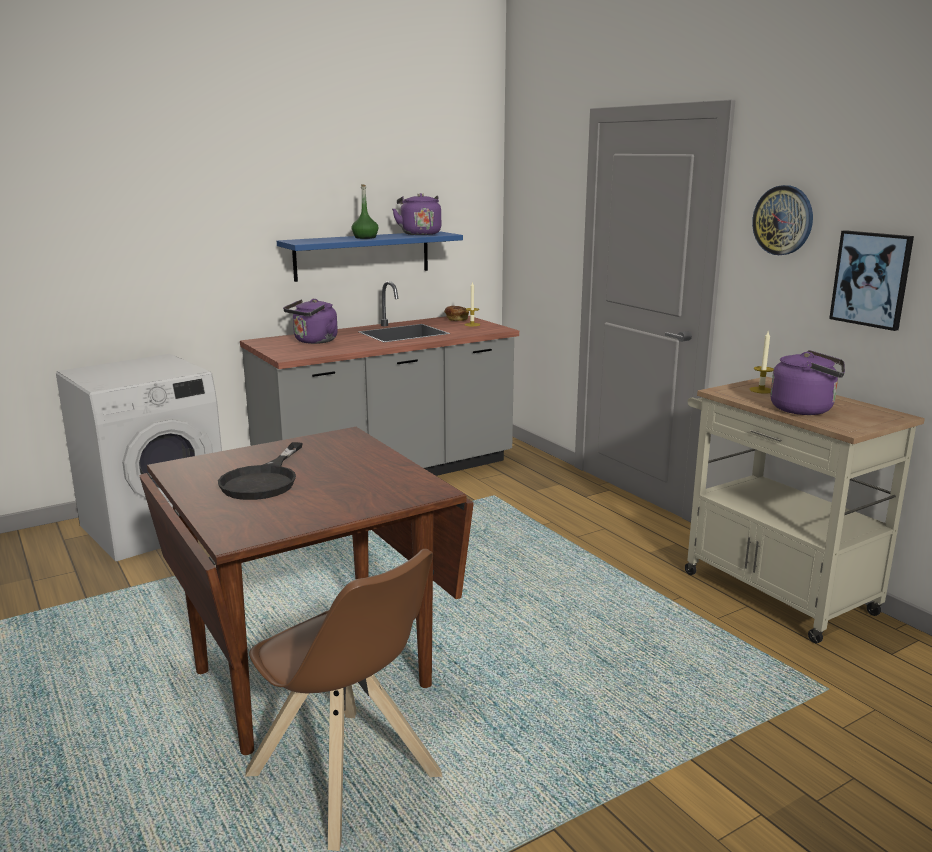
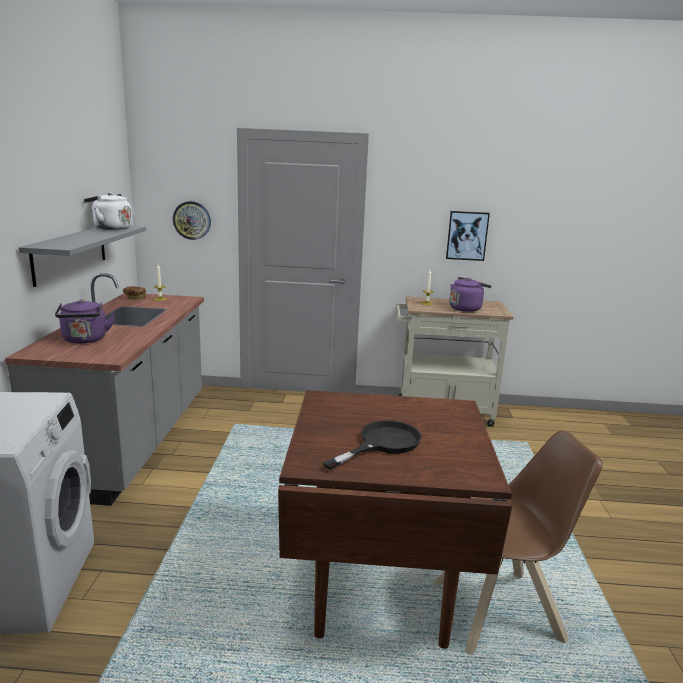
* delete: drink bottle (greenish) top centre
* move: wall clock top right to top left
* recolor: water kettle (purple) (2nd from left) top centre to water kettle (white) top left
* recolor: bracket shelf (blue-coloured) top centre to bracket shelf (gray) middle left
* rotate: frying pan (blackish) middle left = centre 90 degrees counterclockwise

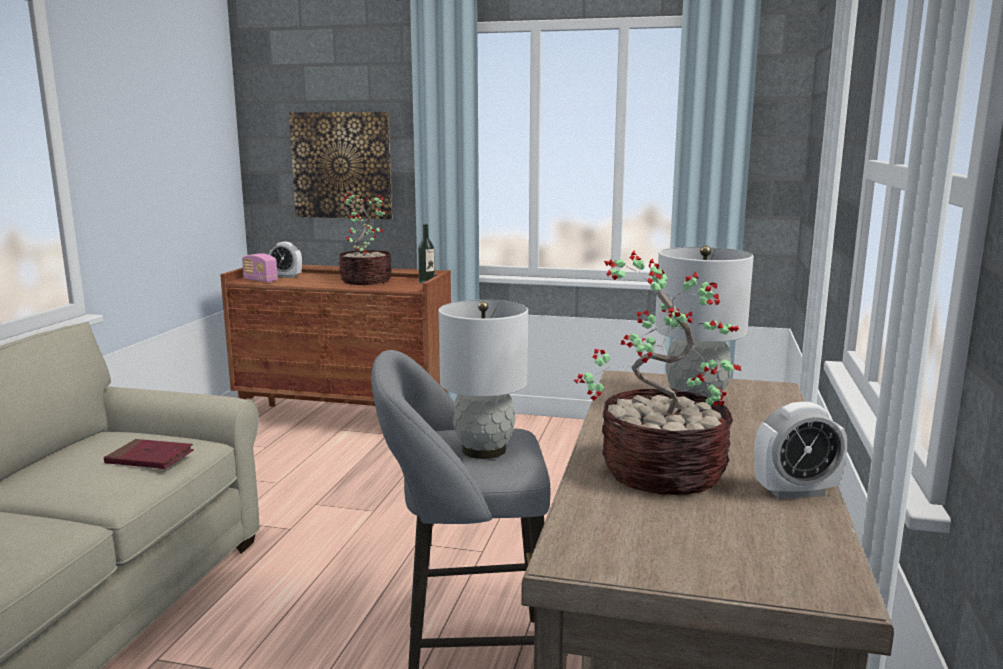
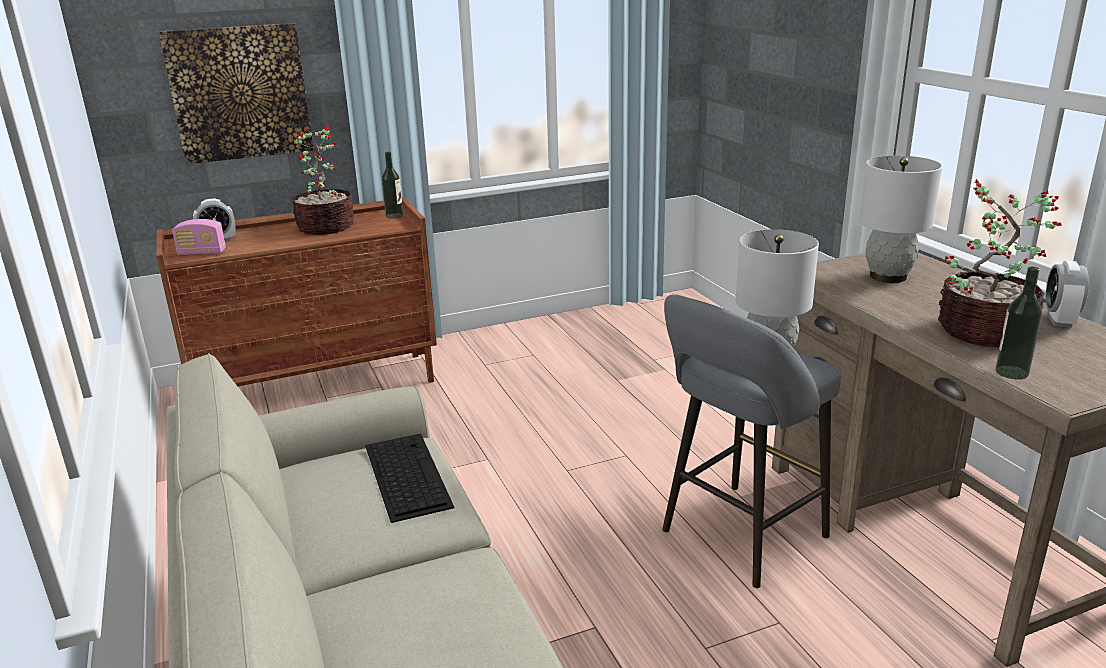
* rotate: alarm clock (2nd from left) bottom right = middle right 150 degrees clockwise
* replace: volume (red) bottom left to keyboard bottom centre
* insert: drink bottle (2nd from left) middle right

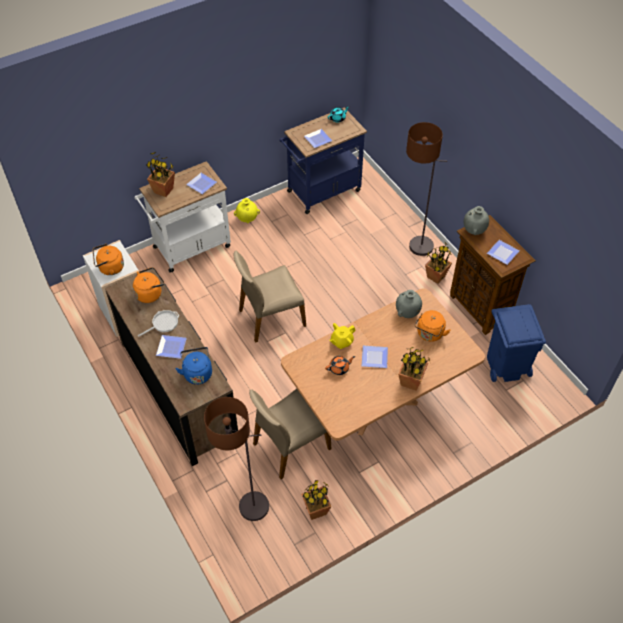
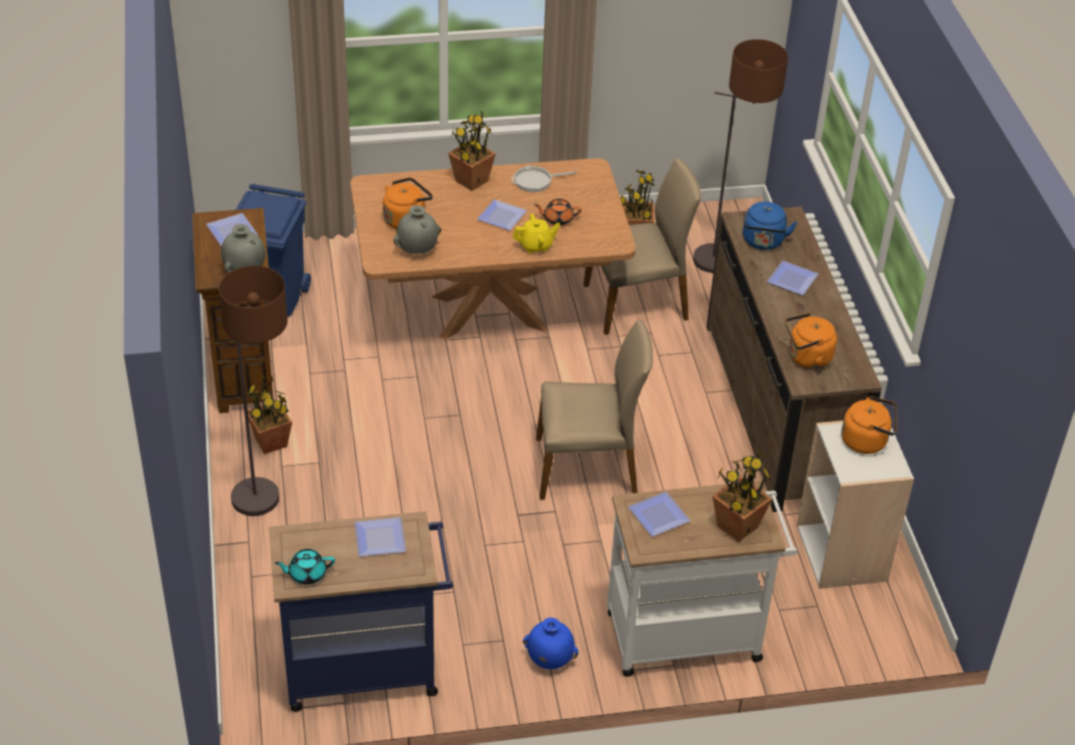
* recolor: vase (yellowish) centre to vase (blue-coloured) bottom centre
* move: frying pan middle left to top centre

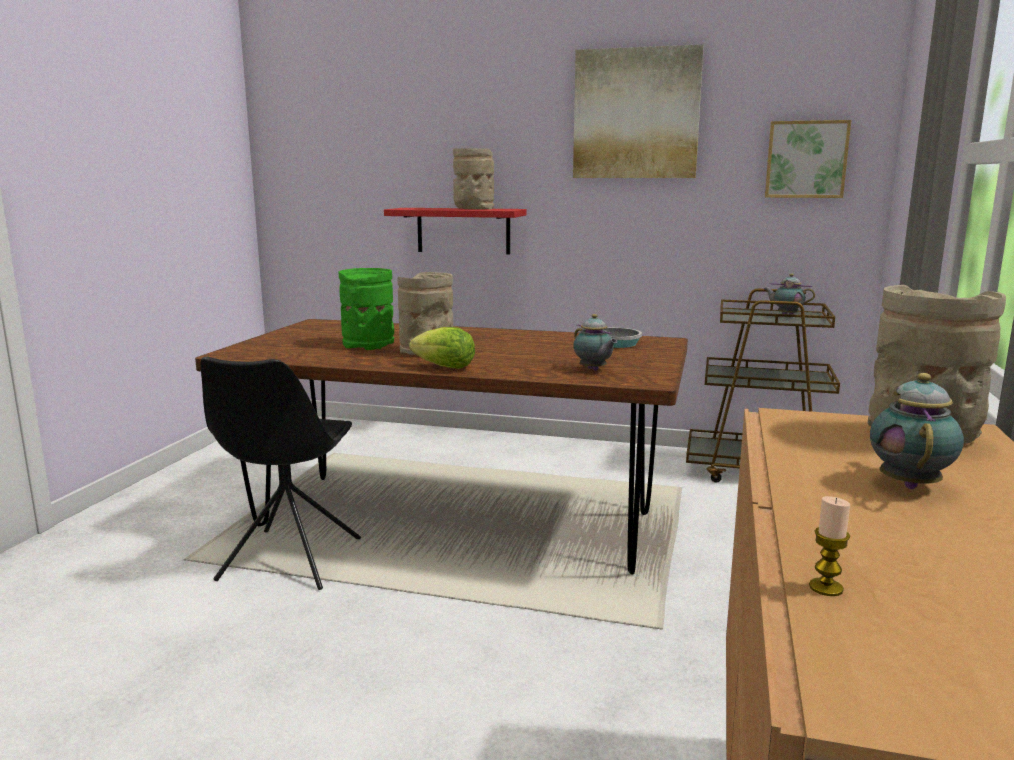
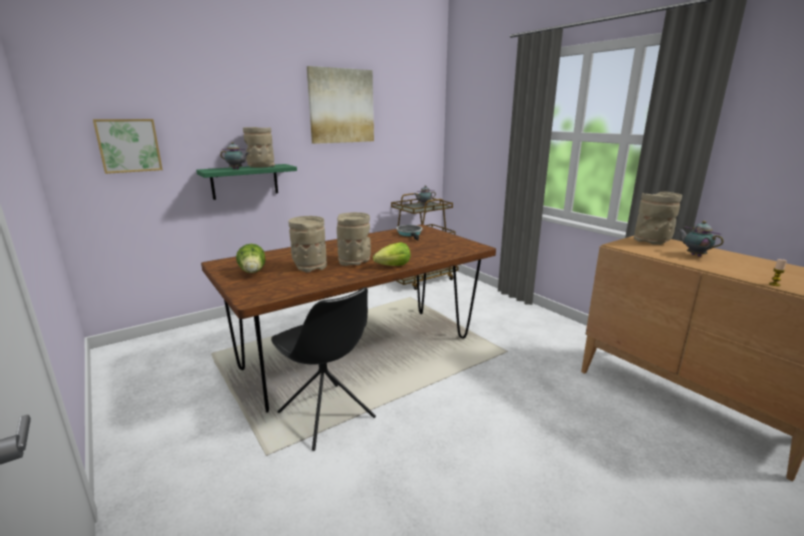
* move: wall art (2nd from left in the first image) top right to wall art (1st from left) top left
* recolor: bracket shelf (red) top centre to bracket shelf (greenish) middle left
* recolor: vase (greenish) centre to vase (beige) (2nd from left) centre
* move: tea pot (1st from left) centre to top left
* insert: lettuce (1st from left) middle left

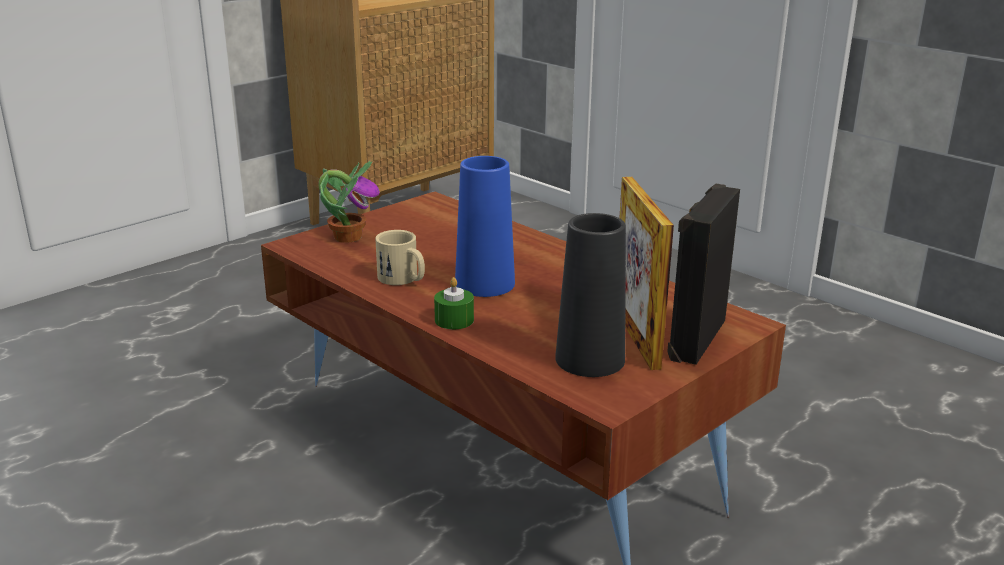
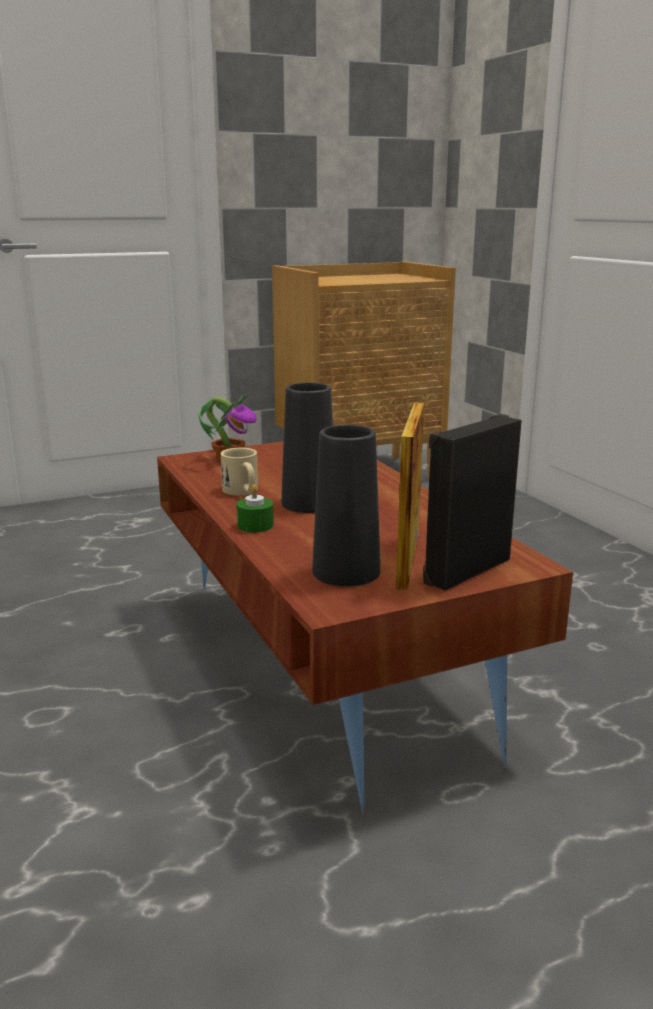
* recolor: vase (blue-coloured) centre to vase (blackish) (1st from left) centre

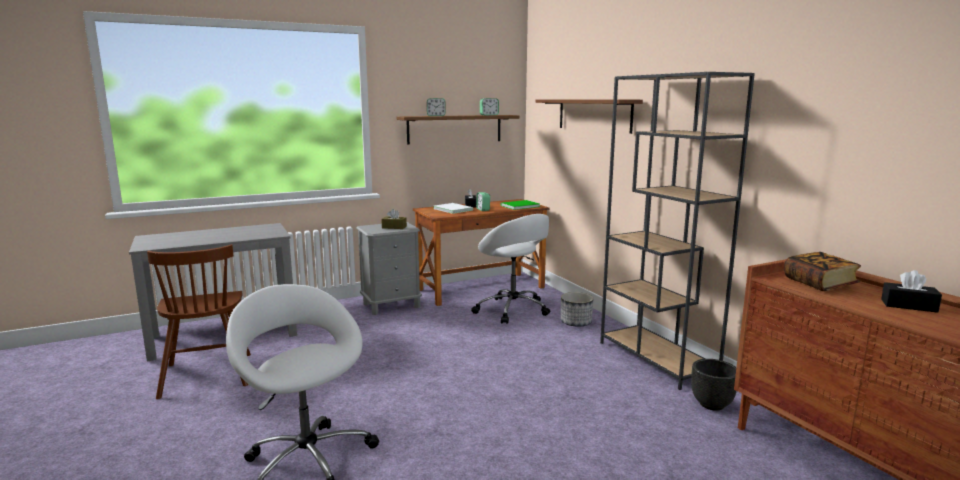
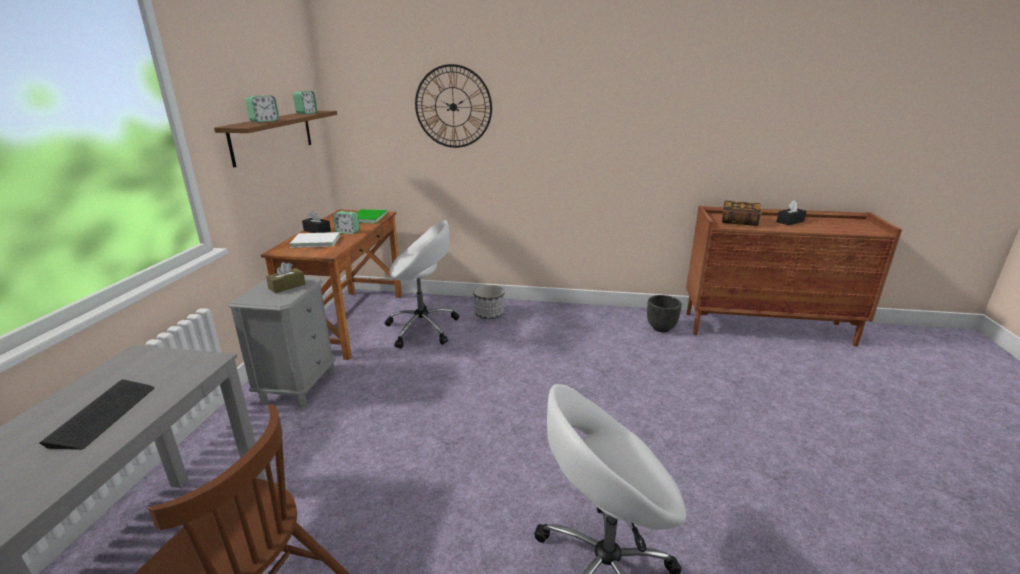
* delete: bookshelf middle right
* replace: bracket shelf (brown-coloured) (2nd from left) top centre to wall clock top centre
* insert: keyboard bottom left

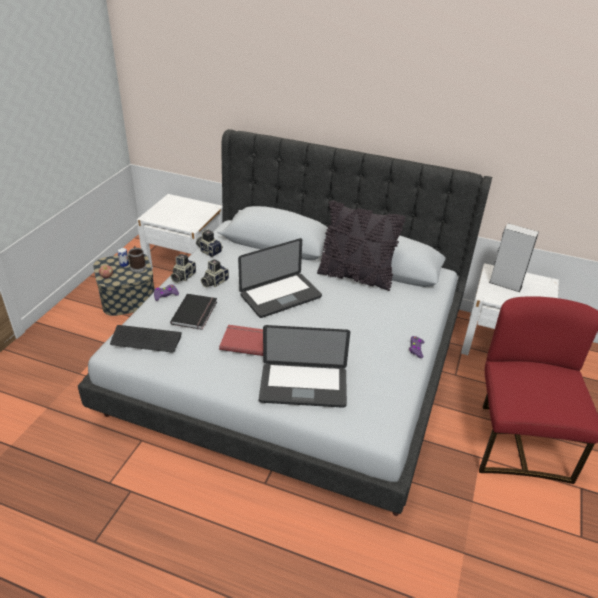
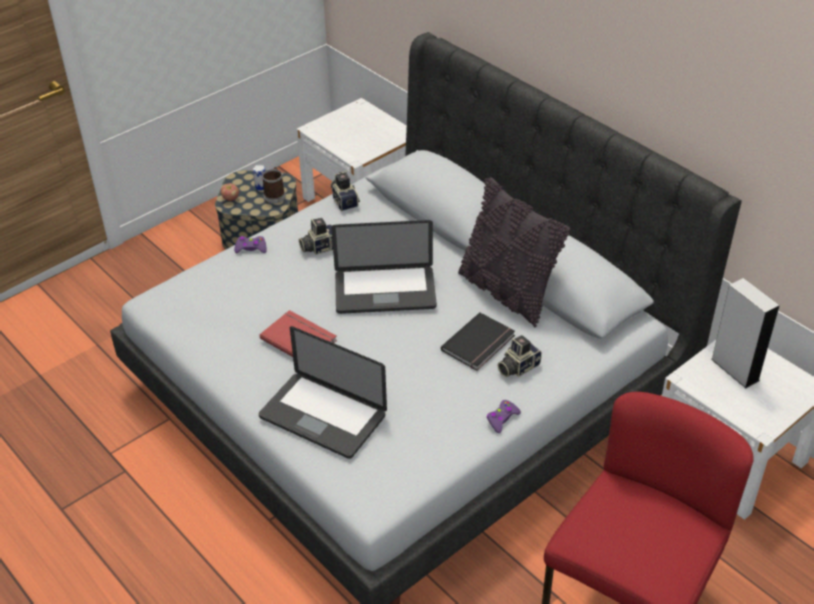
* move: photo camera (1st from left in the first image) middle left to photo camera (3rd from left) centre
* move: volume (blackish) middle left to centre
* delete: keyboard middle left

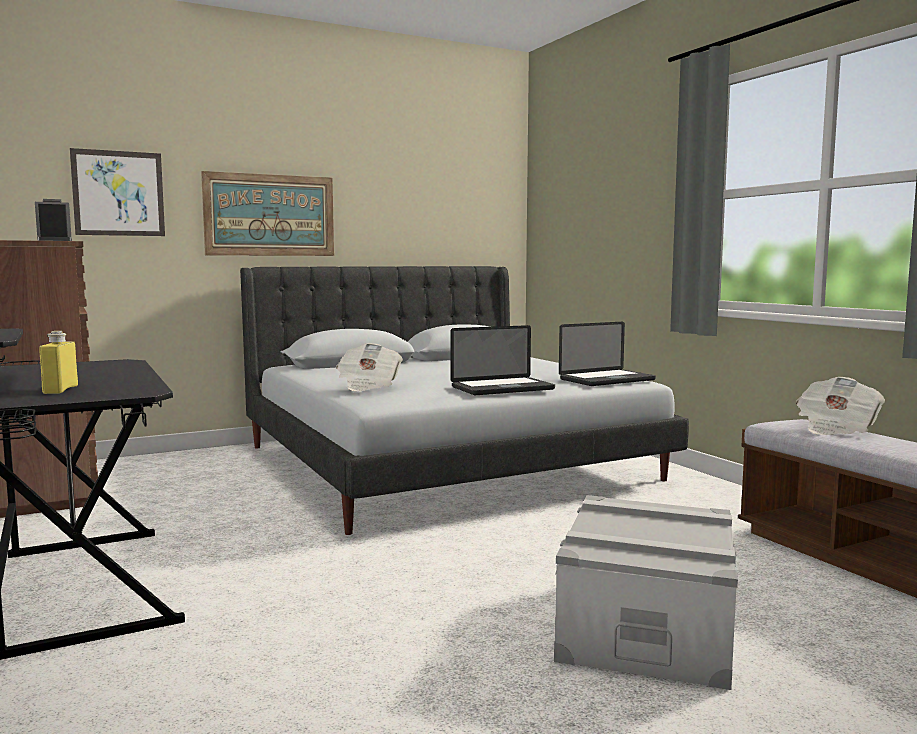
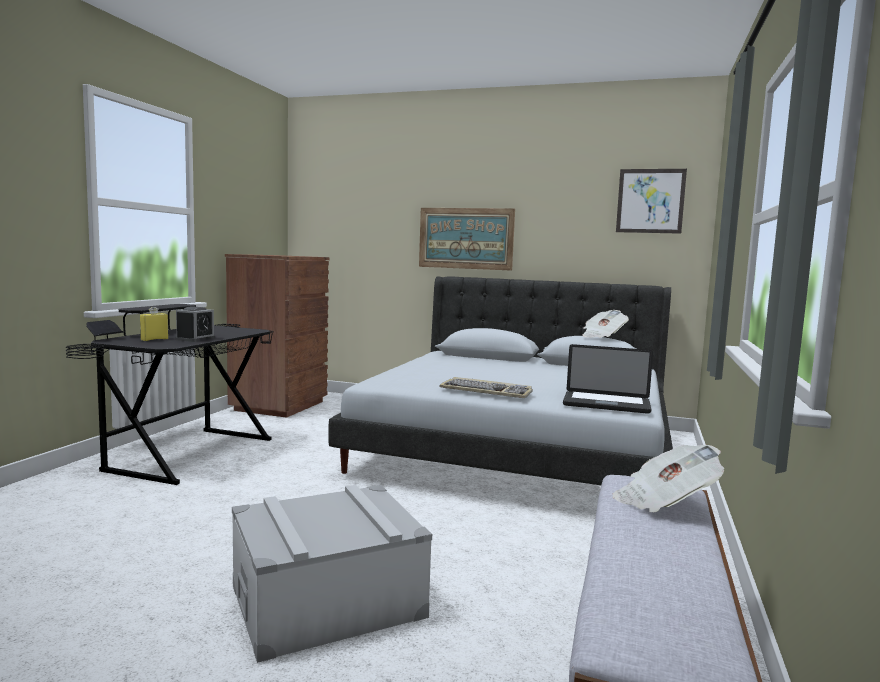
* move: wall art (1st from left in the first image) top left to wall art (2nd from left) top right
* move: alarm clock top left to middle left
* replace: portable computer (1st from left) centre to keyboard centre
* move: newspaper (1st from left) centre to middle right

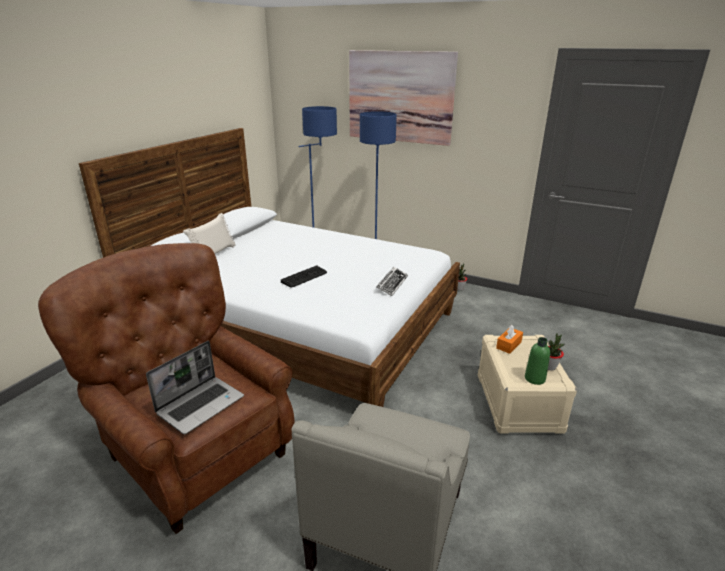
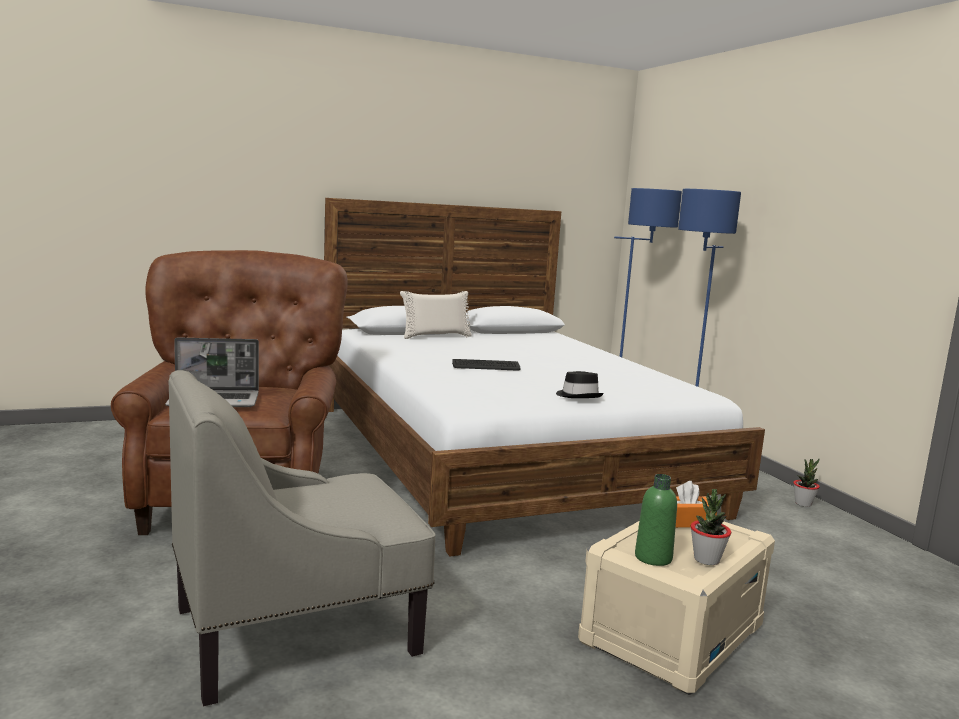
* delete: wall art top centre
* replace: keyboard (2nd from left) centre to wearable hat (blackish) centre

